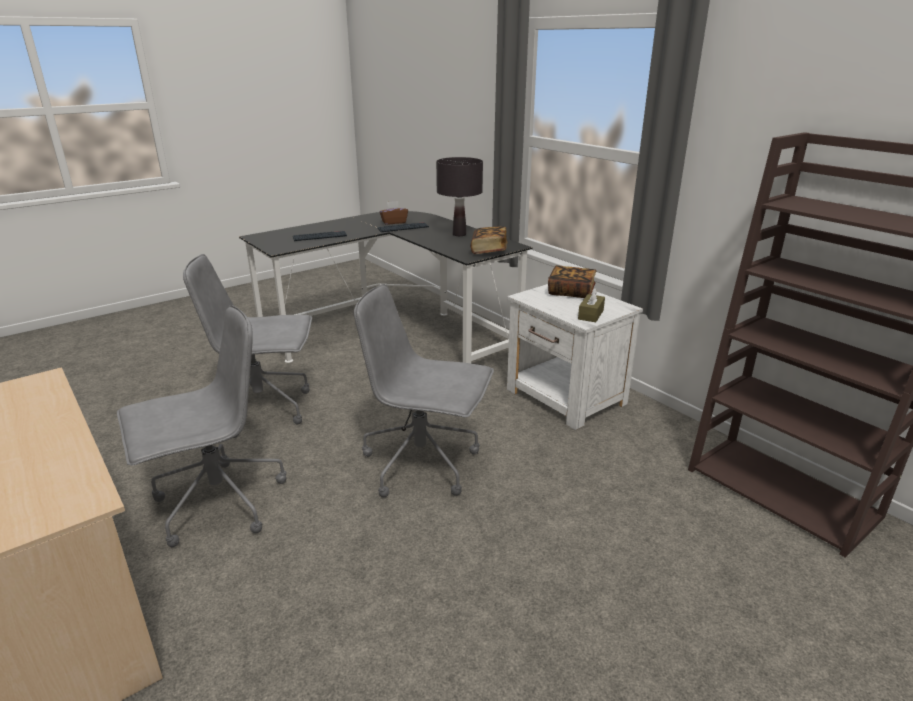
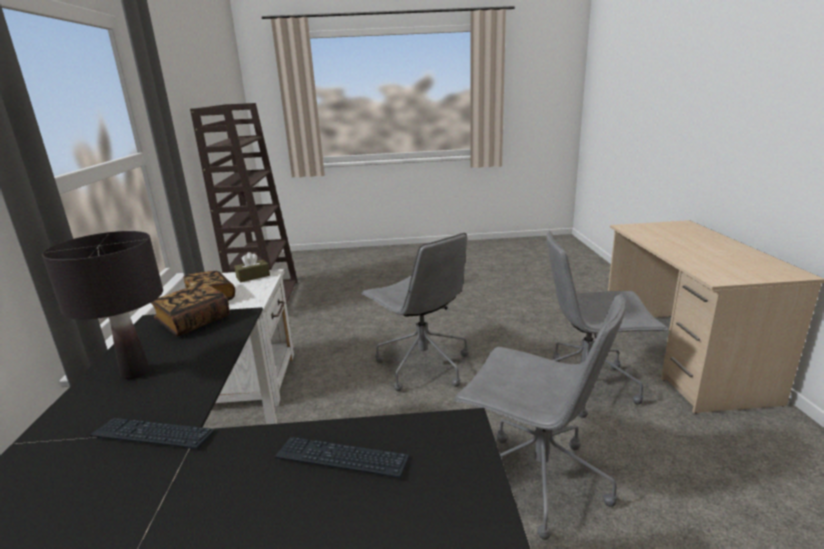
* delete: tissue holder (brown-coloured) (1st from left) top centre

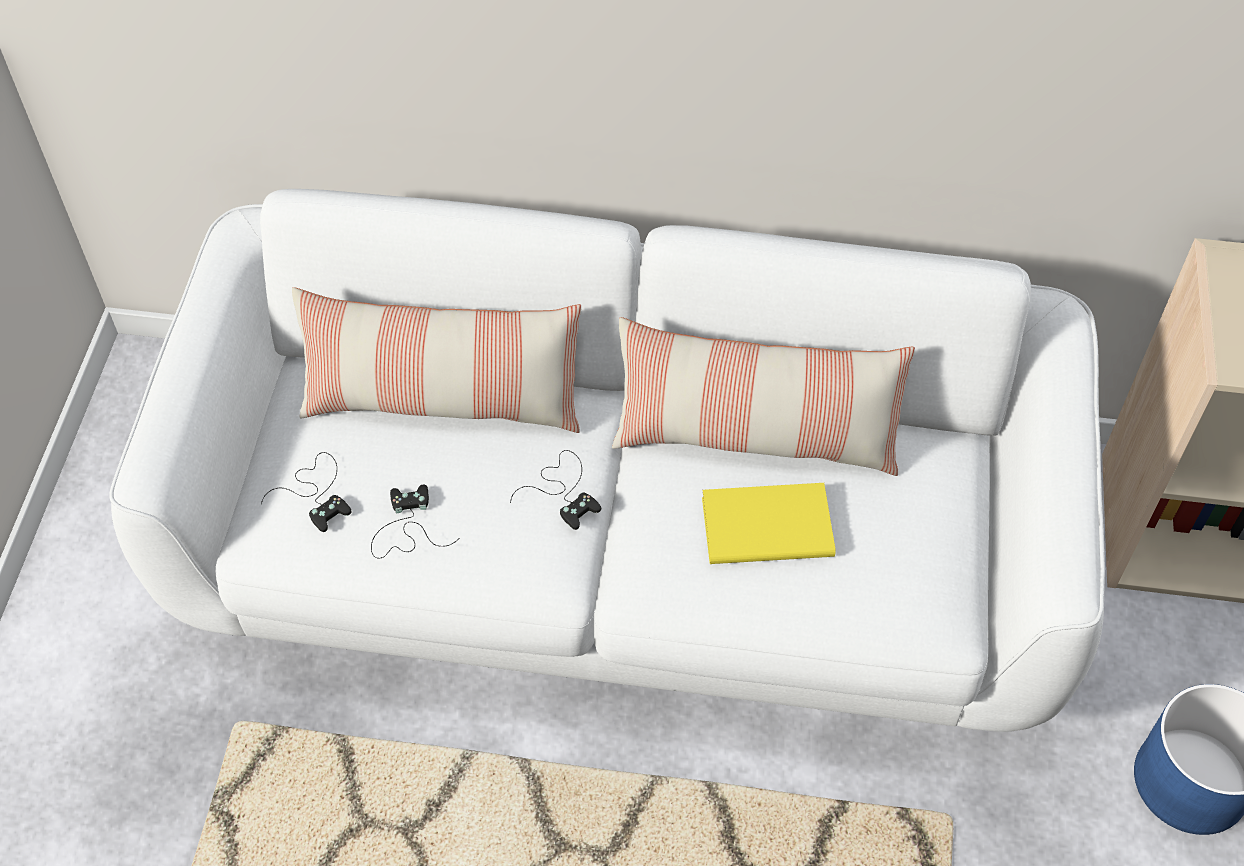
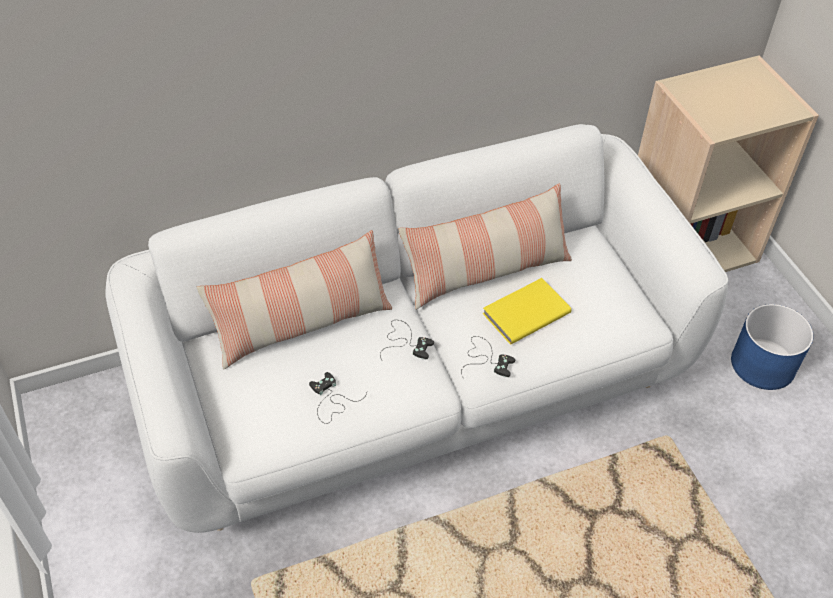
* move: joypad (blackish) (1st from left in the first image) middle left to joypad (blackish) (3rd from left) centre

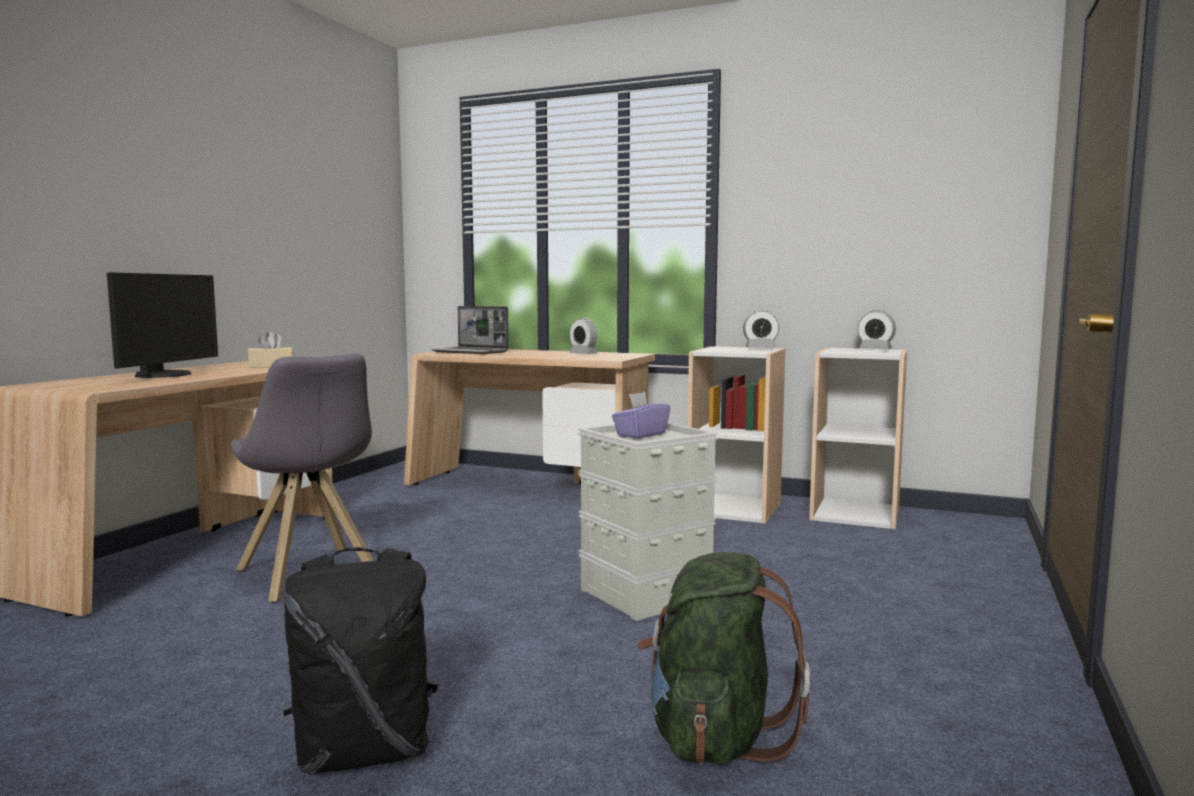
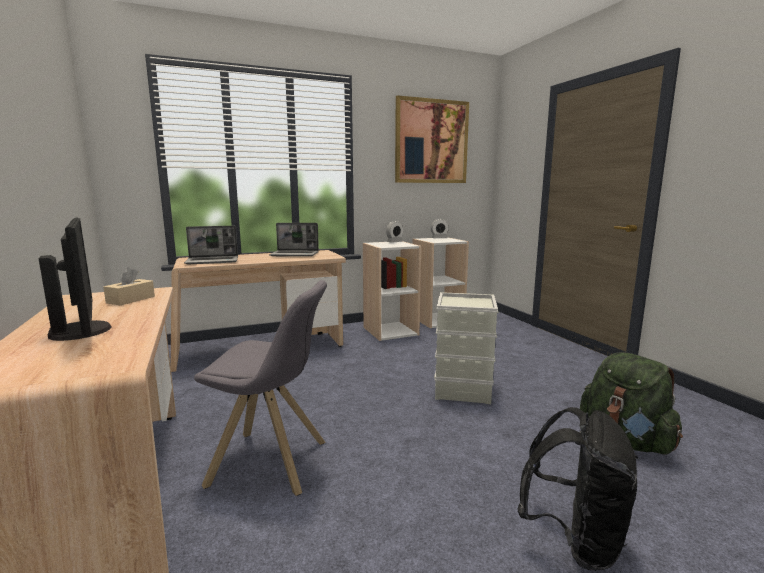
* replace: alarm clock (1st from left) centre to portable computer (2nd from left) centre
* delete: tissue holder (purple) centre
* insert: wall art top centre

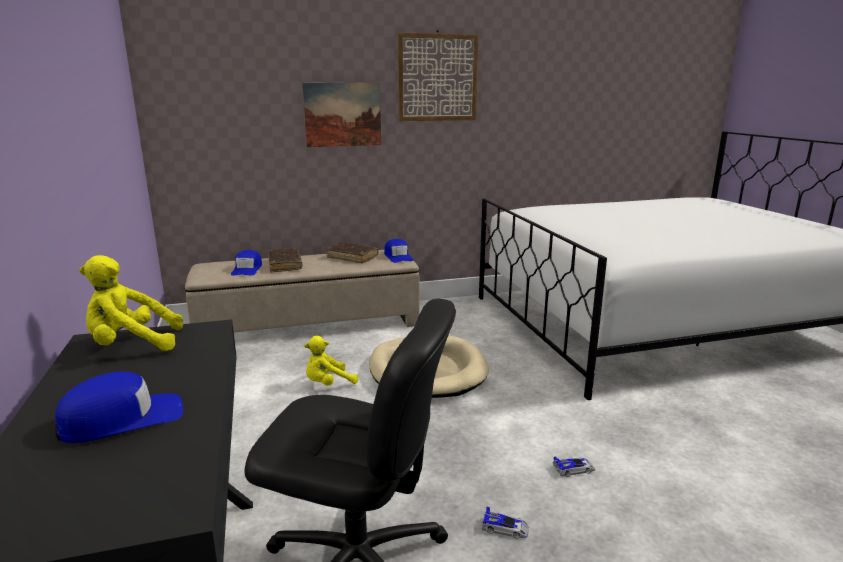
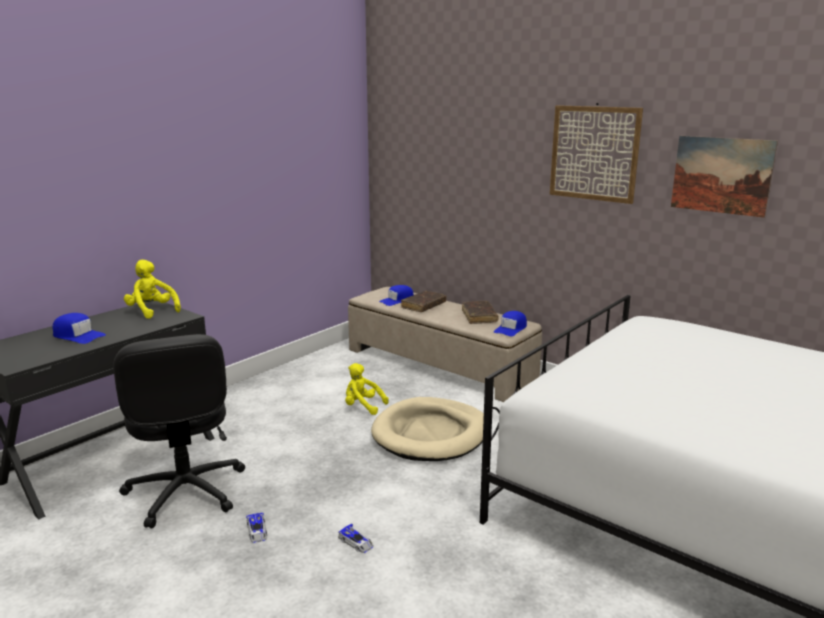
* move: wall art (1st from left in the first image) top centre to wall art (2nd from left) top right

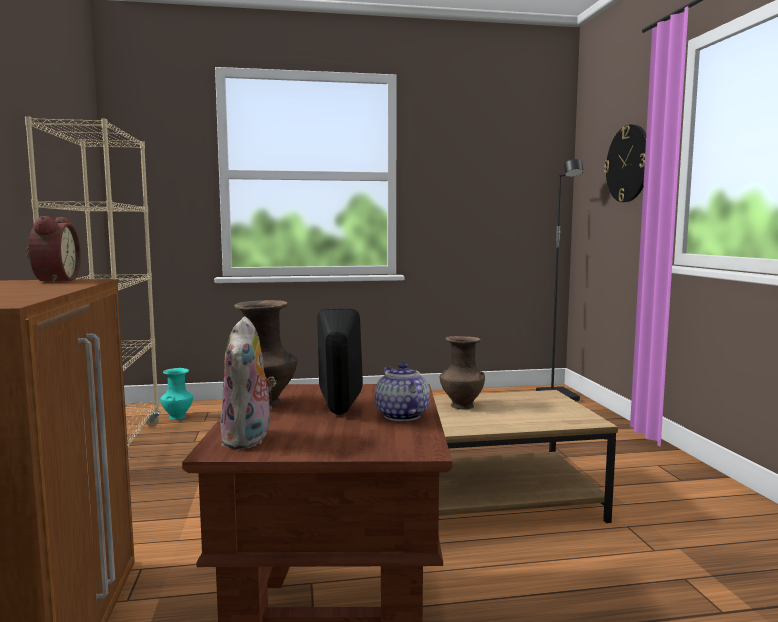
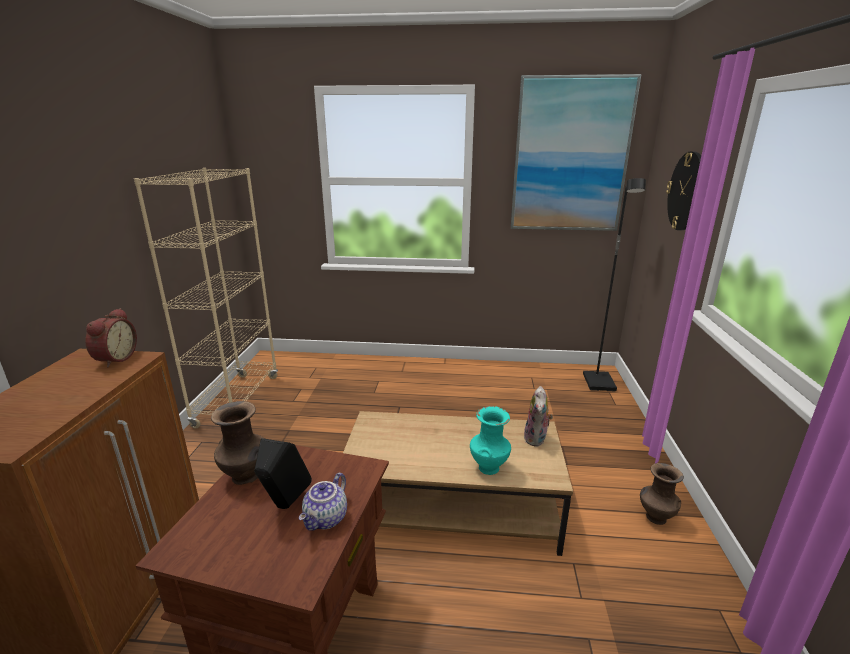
* move: cuddly toy middle left to centre
* move: vase (brown-coloured) (2nd from left) centre to bottom right
* rotate: tea pot centre = bottom centre 150 degrees counterclockwise
* move: vase (turquoise) middle left to bottom centre
* insert: wall art top right

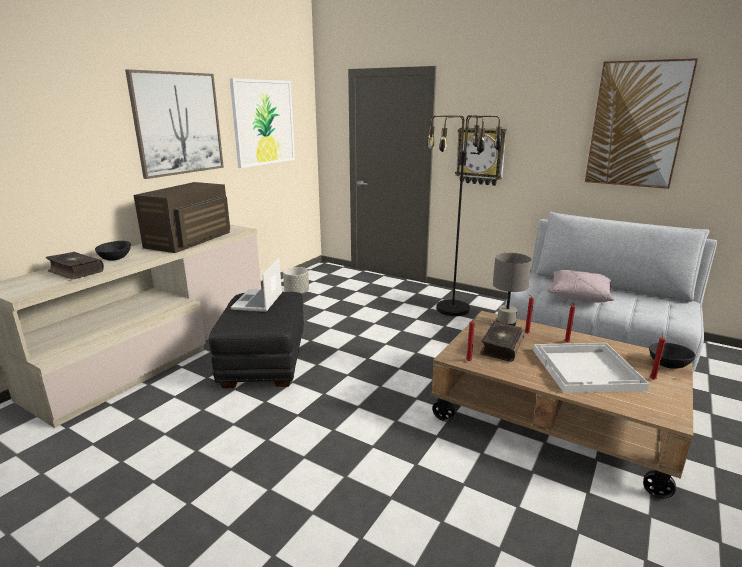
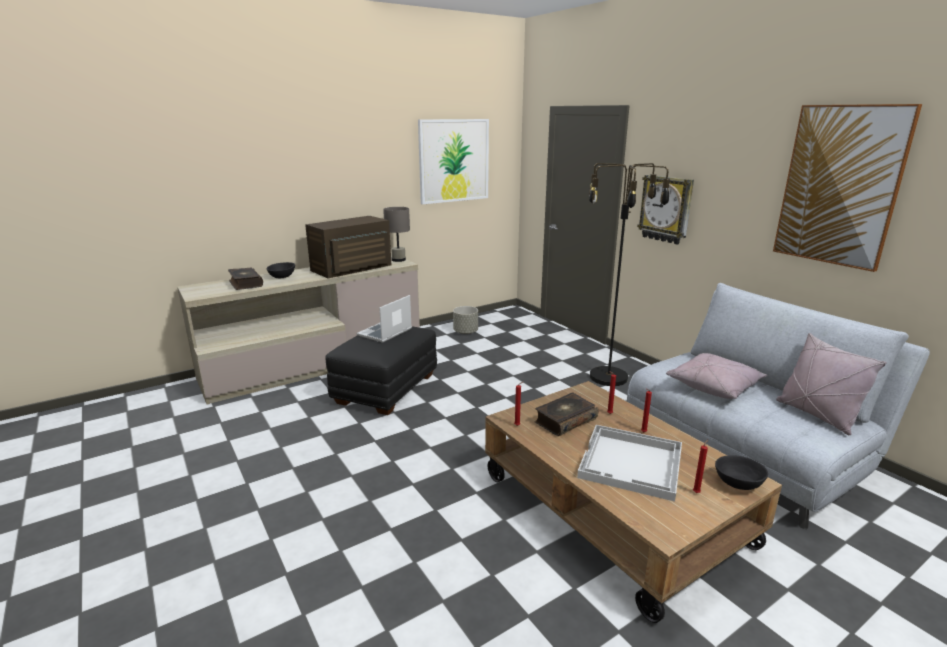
* delete: wall art (1st from left) top left
* move: tabletop lamp (gray) middle right to centre
* insert: pillow (purple) (2nd from left) middle right

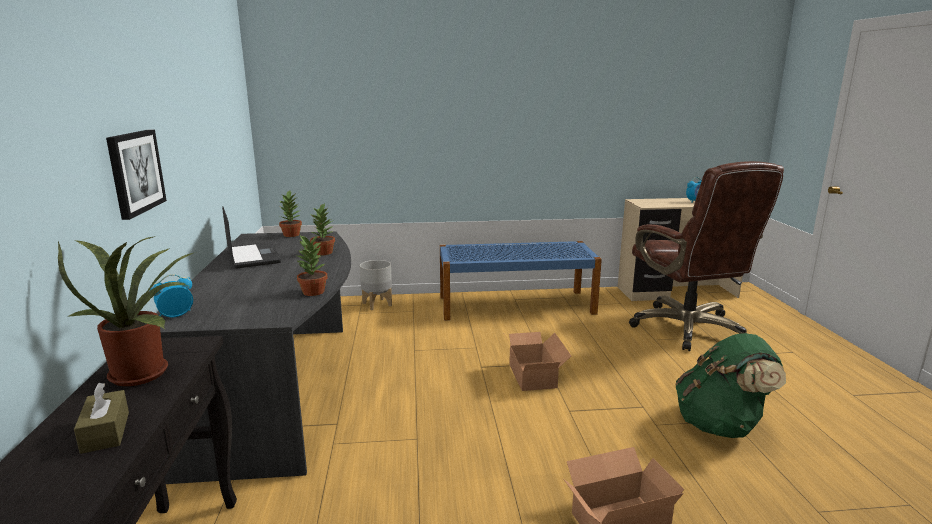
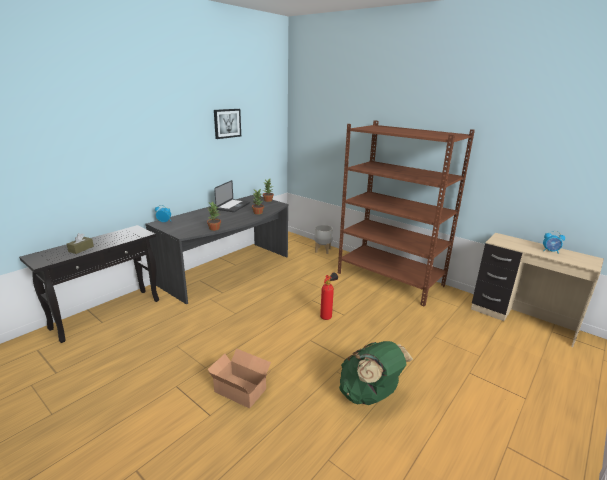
* move: wall art middle left to top centre
* delete: office chair (brown-coloured) middle right
* delete: potted plant (1st from left) middle left
* replace: indoor bench (blue-coloured) centre to bookshelf (brown-coloured) middle right
* replace: packing box (1st from left) bottom centre to extinguisher centre

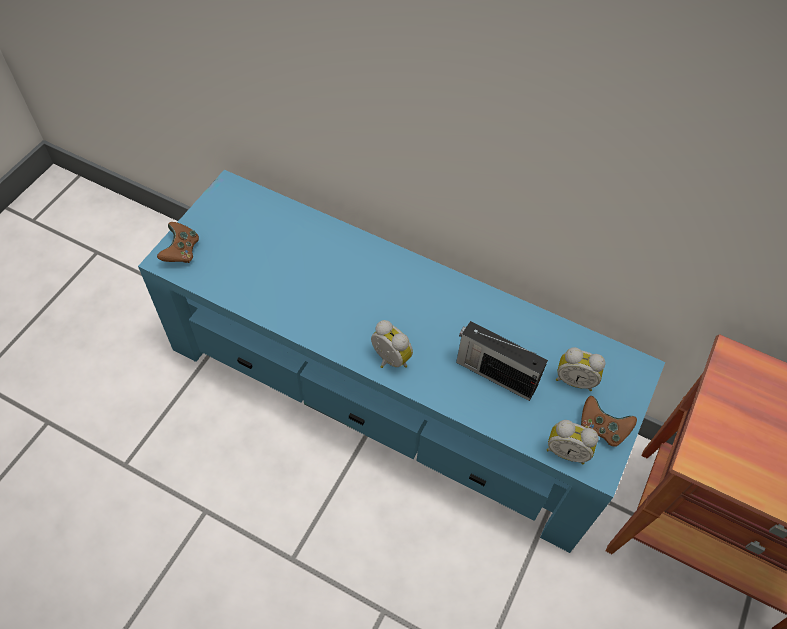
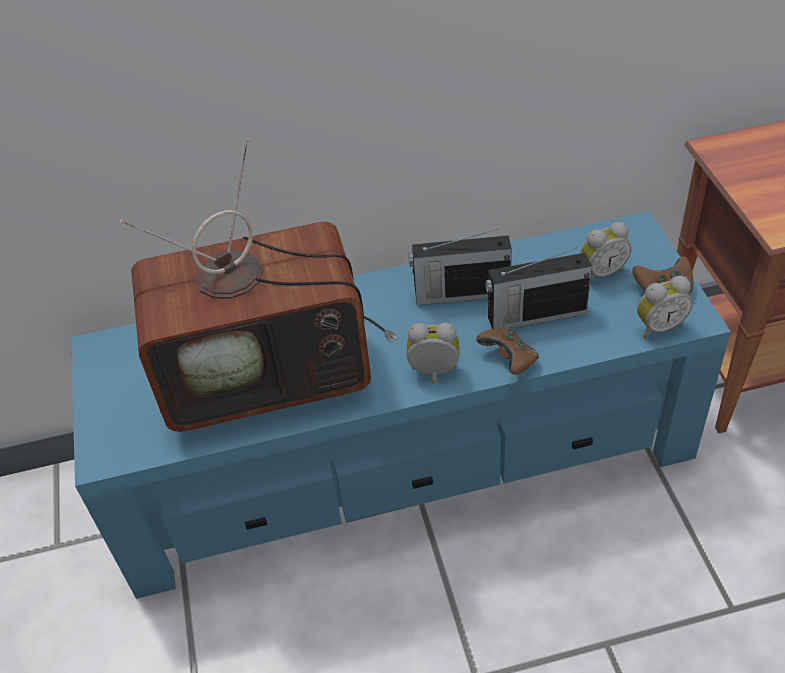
* move: joypad (brown-coloured) (1st from left) middle left to centre
* insert: TV set middle left
* insert: radio receiver (1st from left) centre

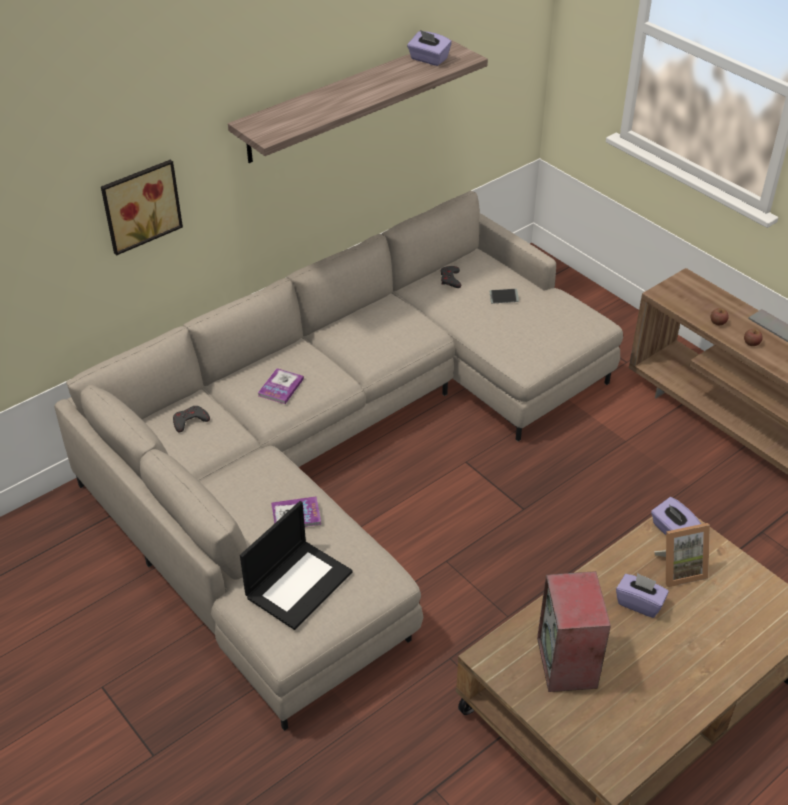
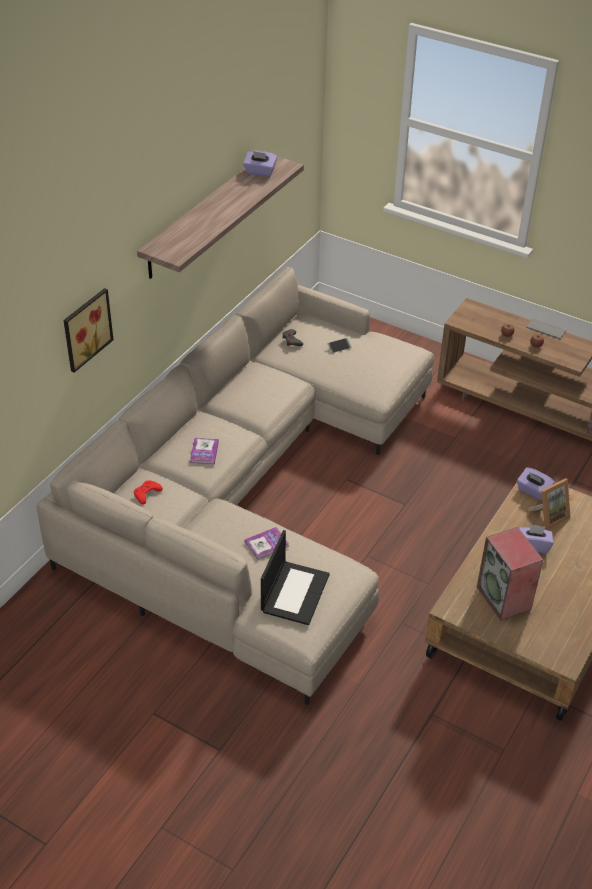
* recolor: joypad (gray) (1st from left) middle left to joypad (red) middle left

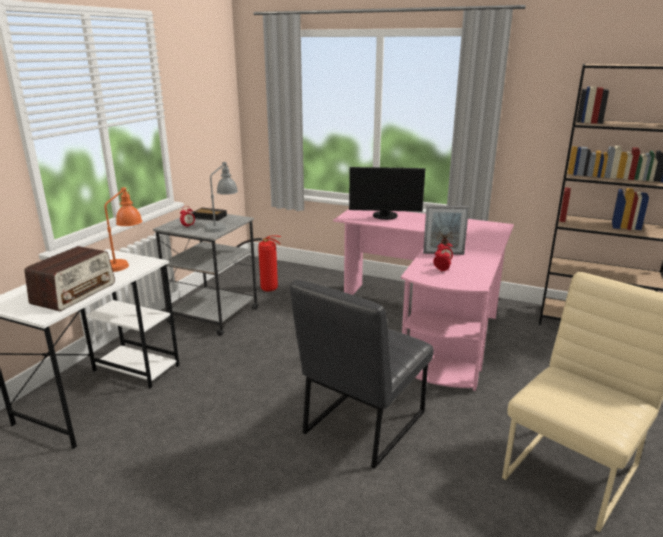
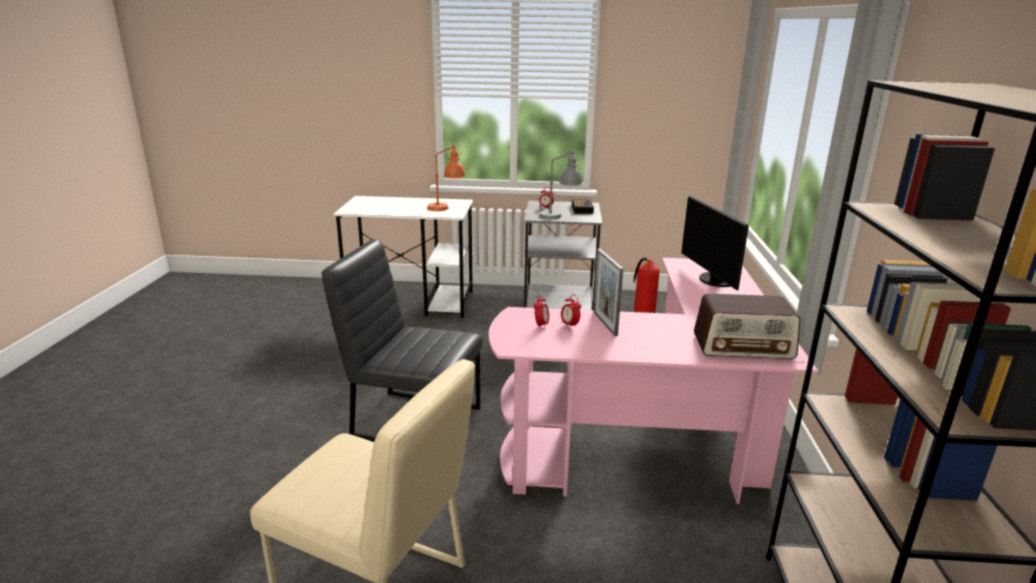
* move: radio receiver middle left to middle right

